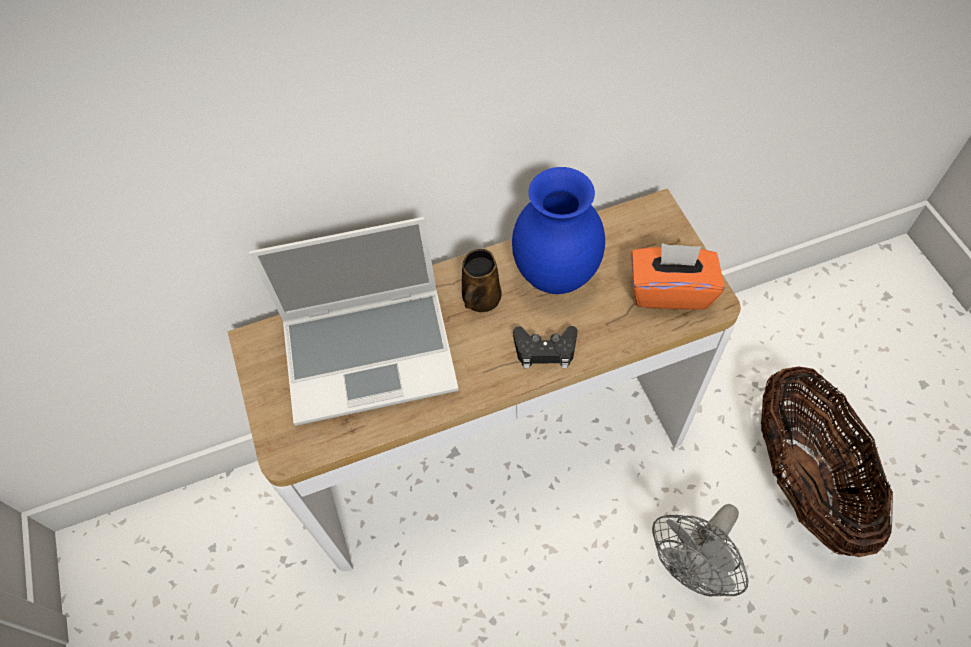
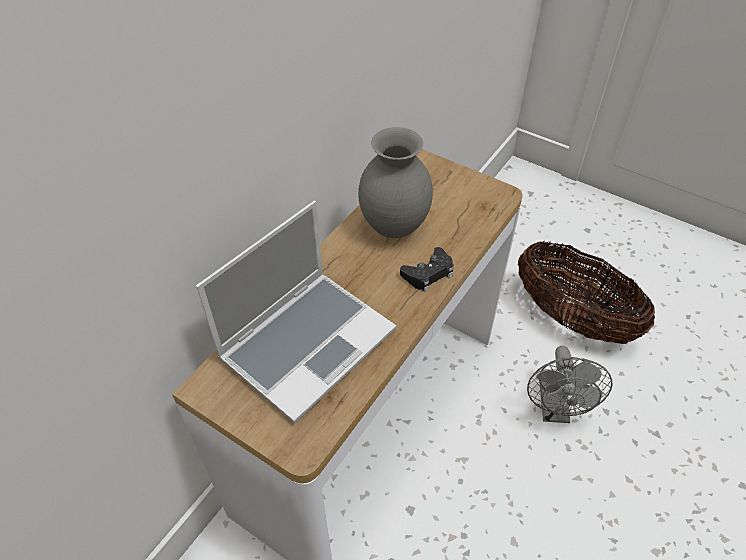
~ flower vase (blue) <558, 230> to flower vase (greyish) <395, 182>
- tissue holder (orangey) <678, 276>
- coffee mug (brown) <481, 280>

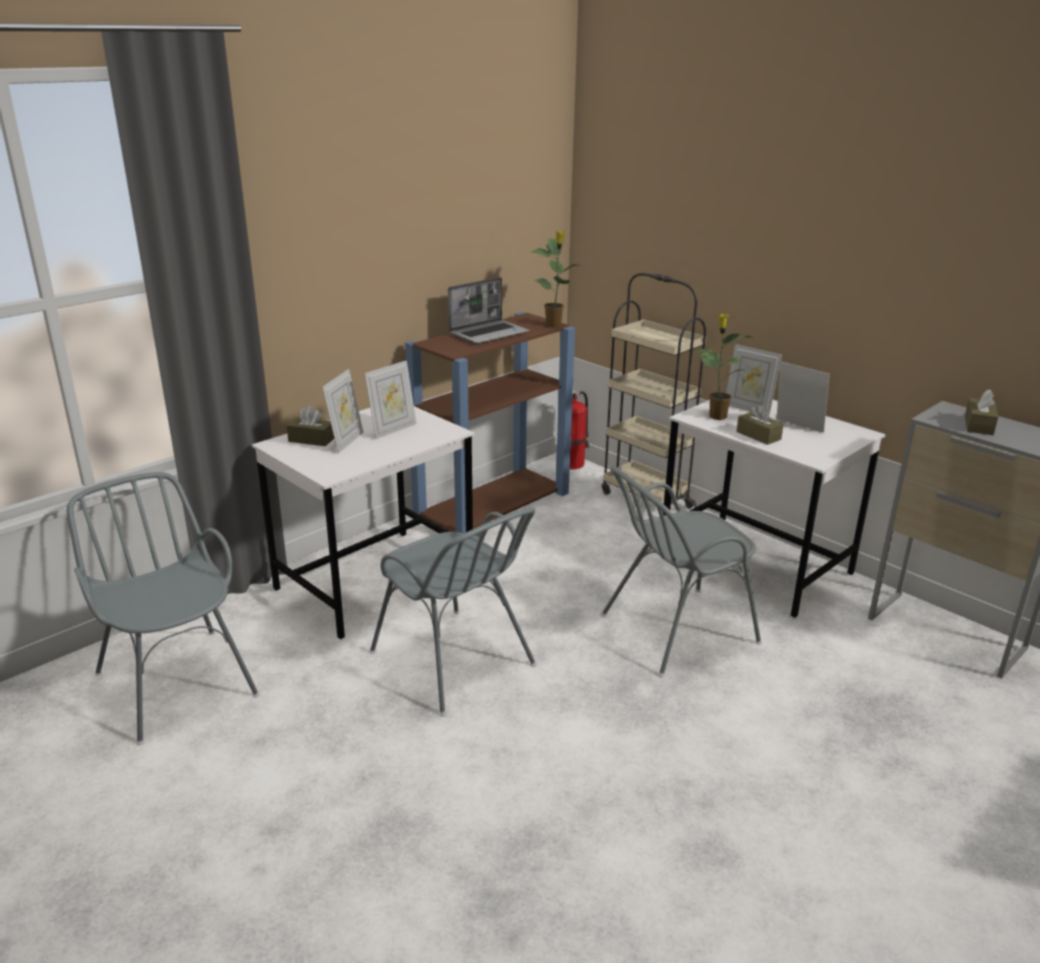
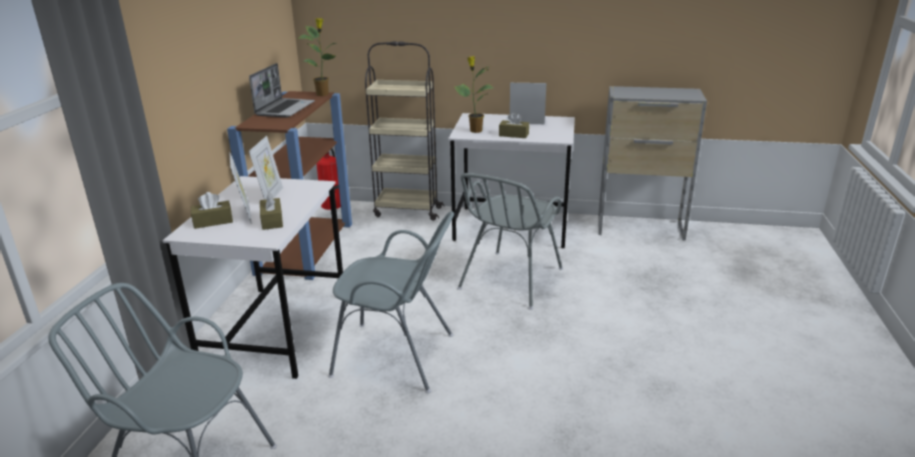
- standing frame <754, 379>
~ tissue holder (brown) <981, 412> to <271, 210>

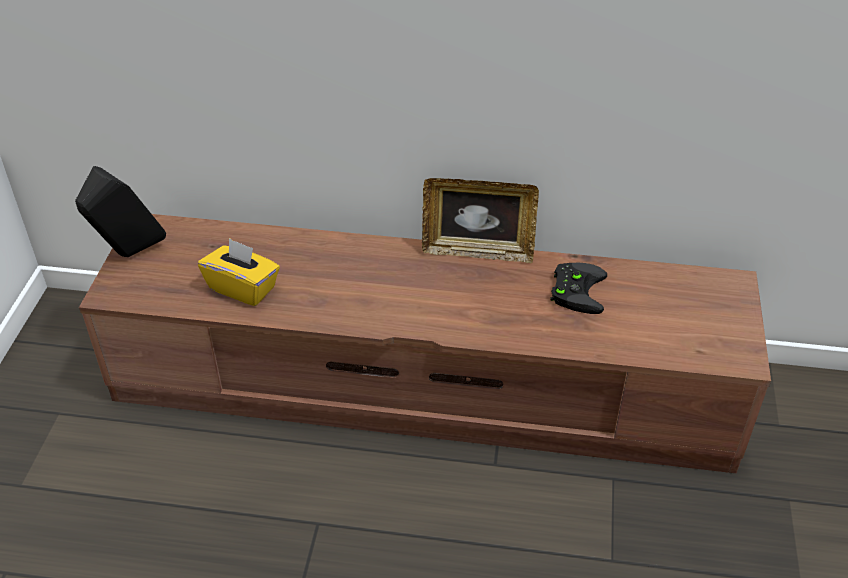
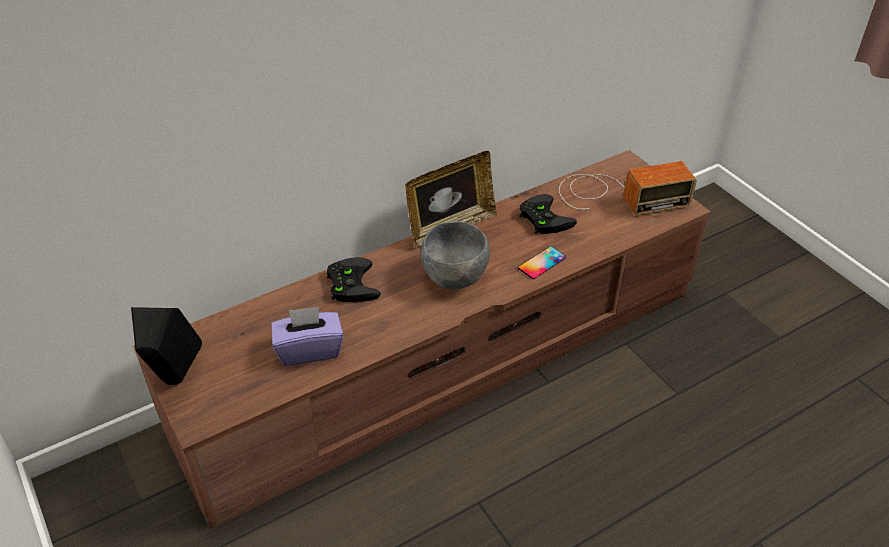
~ tissue holder (yellow-coloured) <239, 272> to tissue holder (purplish) <307, 336>
+ radio <628, 188>
+ serving bowl (greyish) <455, 255>
+ handset <542, 262>
+ gamepad (blackish) <354, 279>

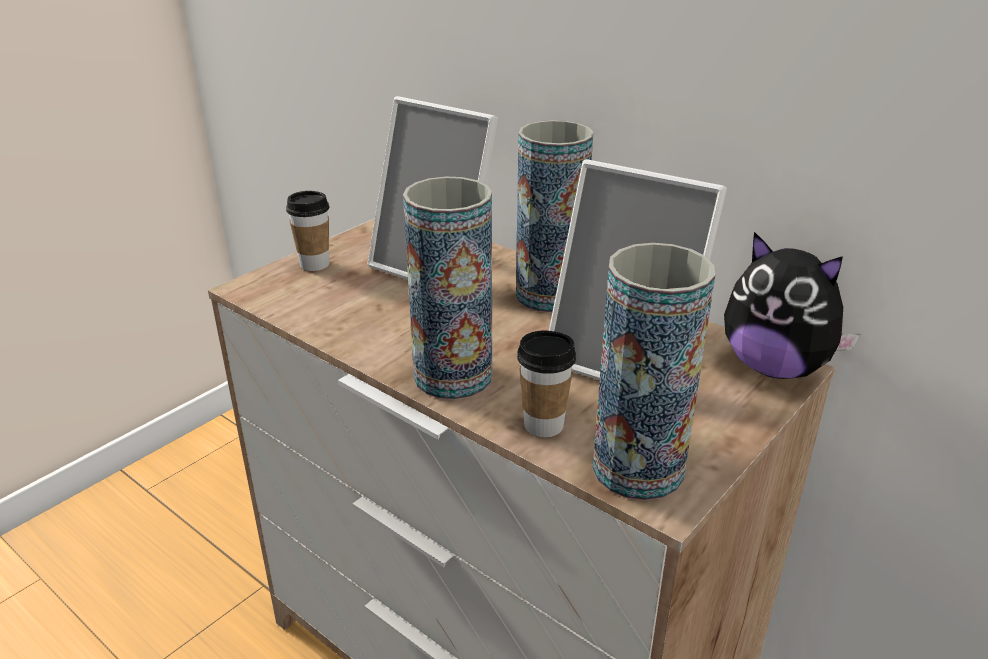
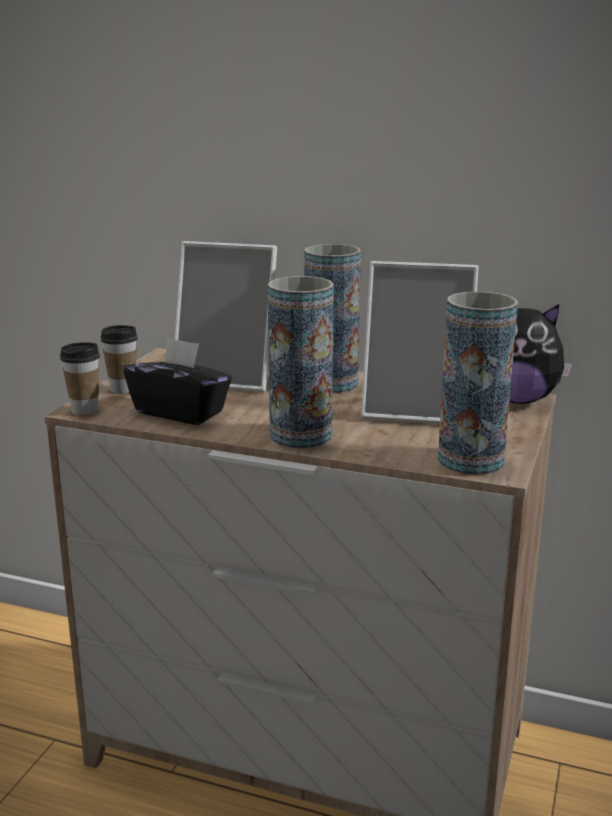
~ small cup <546, 384> to <80, 379>
+ tissue holder (blackish) <177, 381>

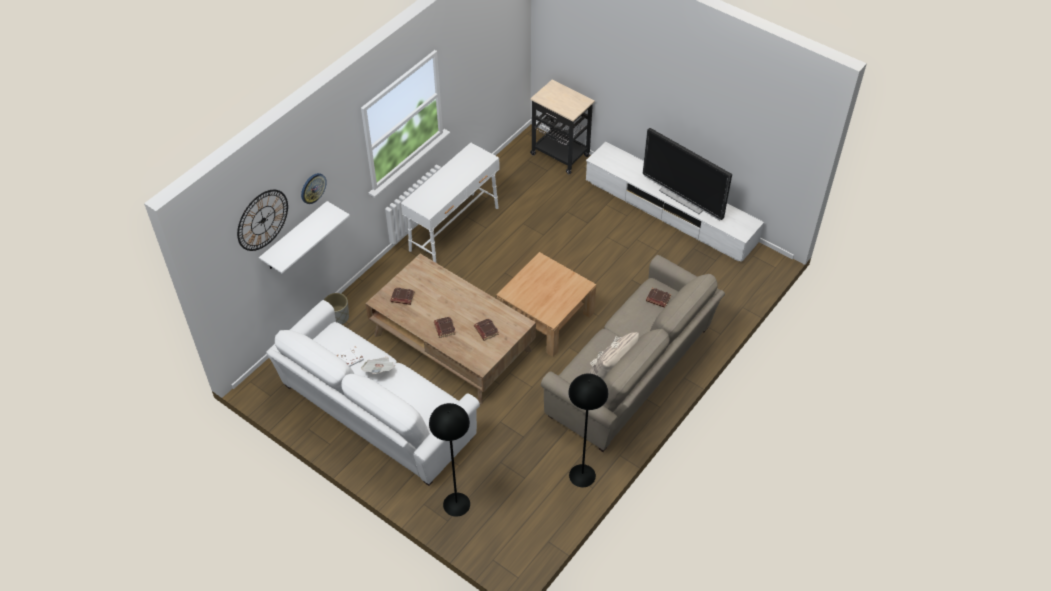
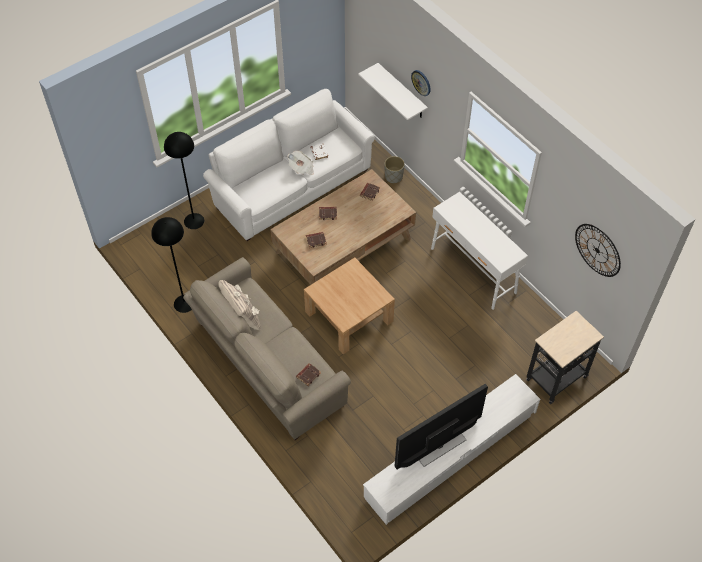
~ wall clock <262, 220> to <598, 250>

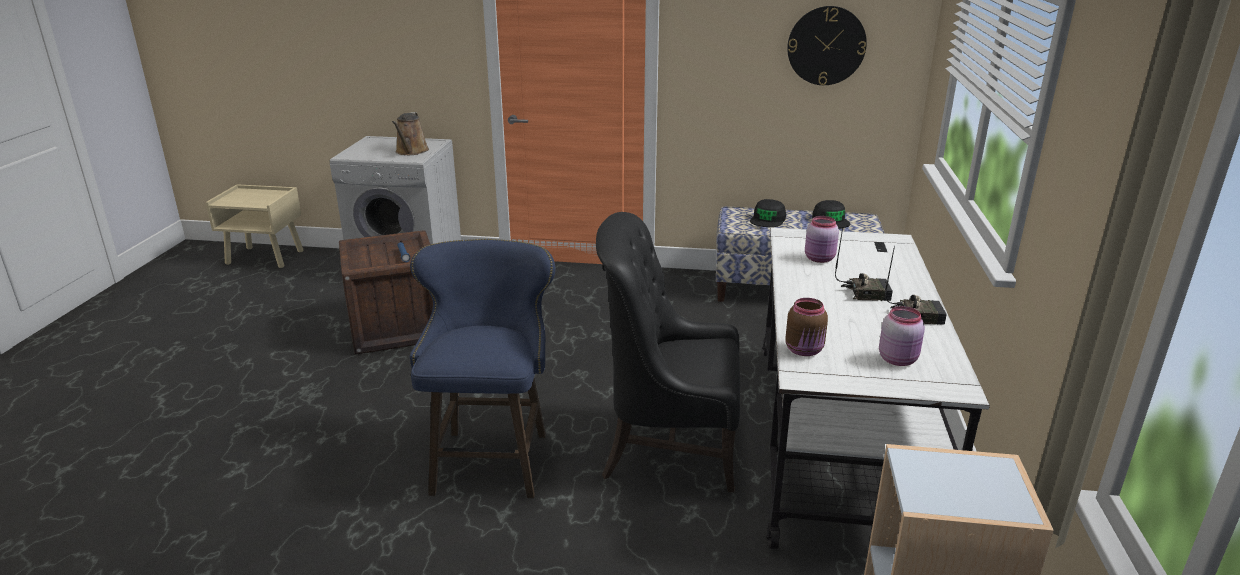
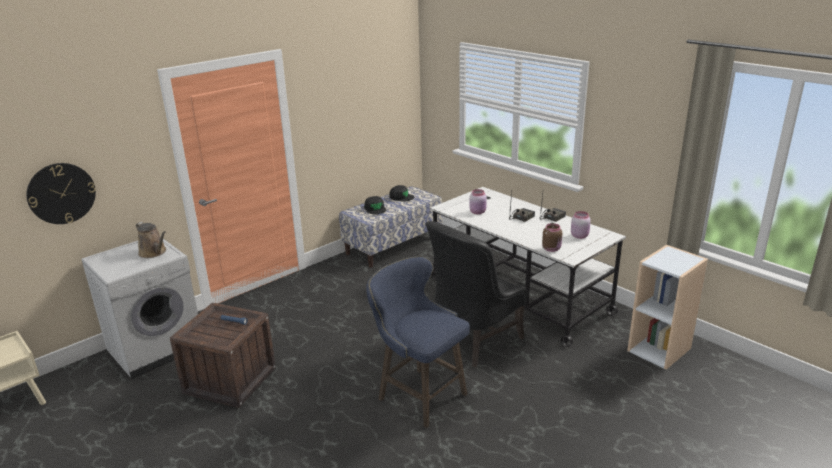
~ wall clock <827, 45> to <61, 193>

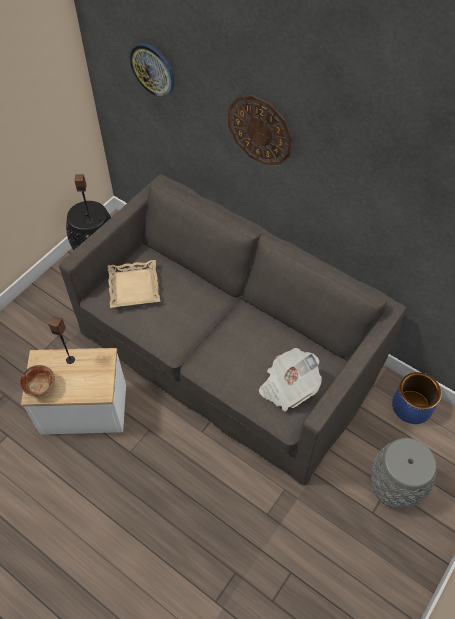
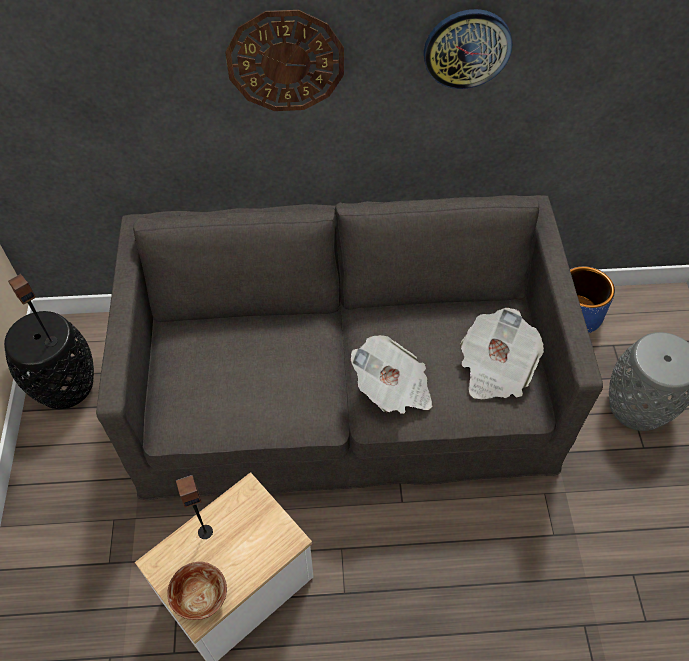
~ wall clock <152, 70> to <468, 49>
- carrying tray (sand-coloured) <134, 284>
+ newspaper <391, 374>

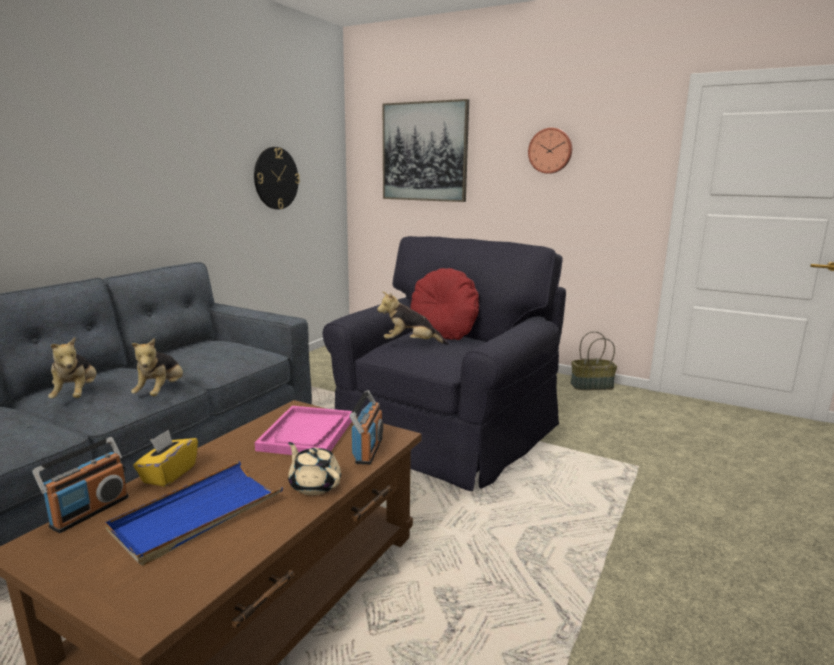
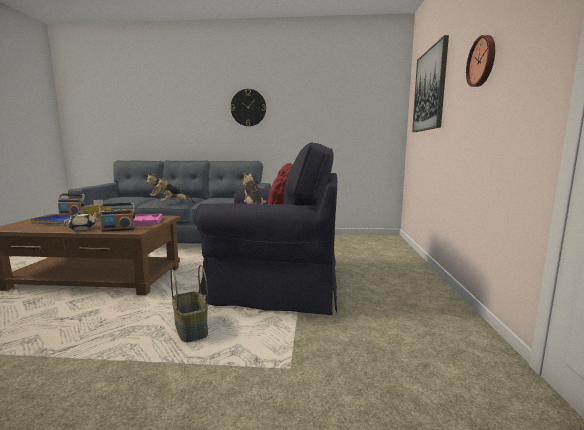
~ wall clock <277, 178> to <248, 107>
~ household basket <593, 360> to <189, 303>

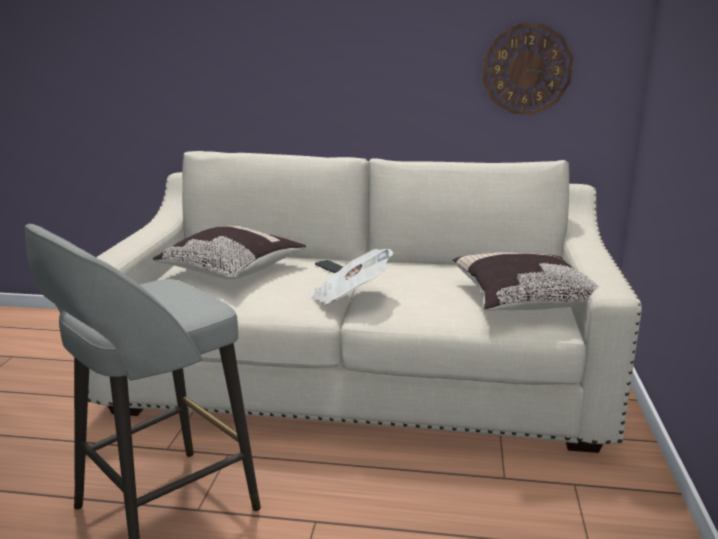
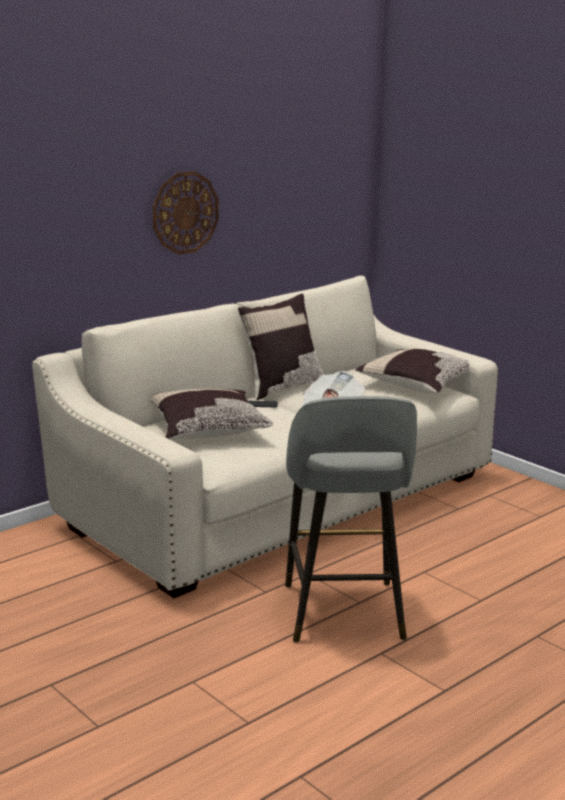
~ wall clock <527, 69> to <185, 213>
+ pillow <281, 347>

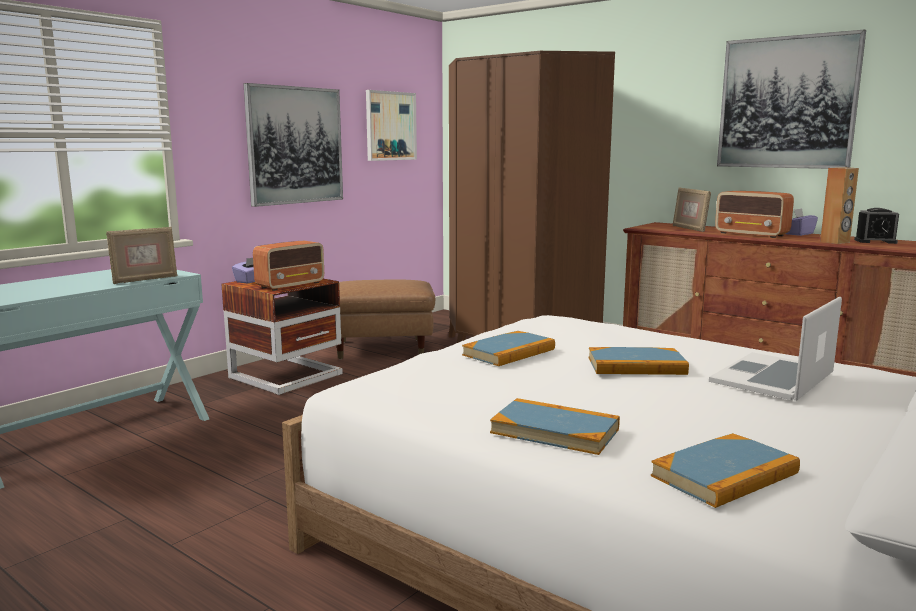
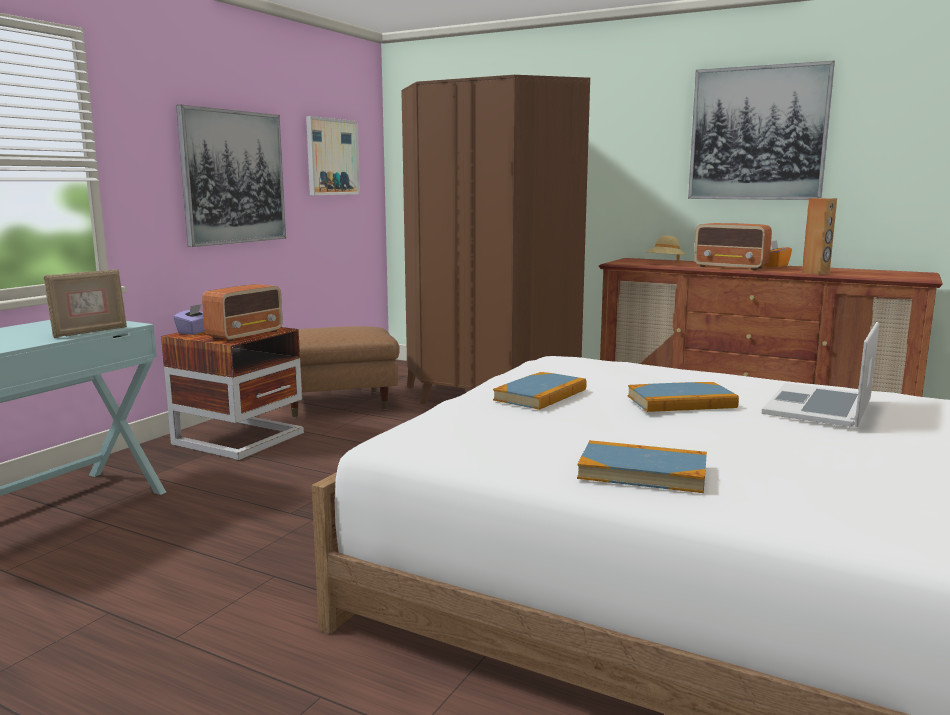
~ standing frame <692, 209> to wearable hat (sand-coloured) <666, 248>
~ tissue holder (purplish) <801, 222> to tissue holder (orangey) <777, 254>
- alarm clock <876, 226>
- volume <725, 470>

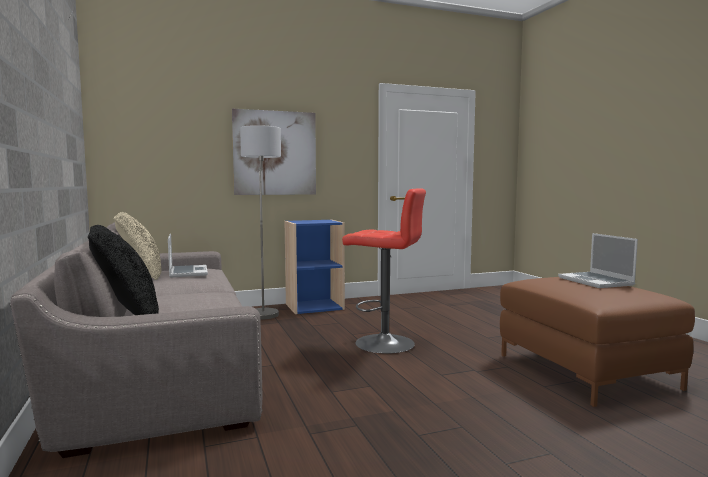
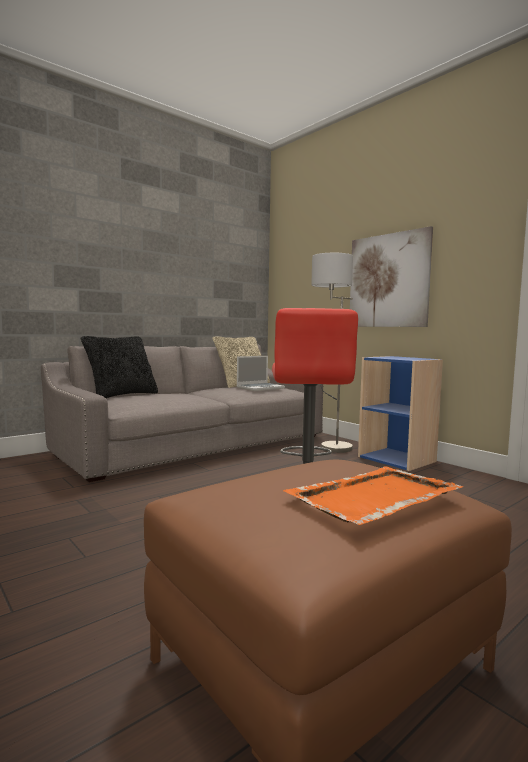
~ portable computer <598, 260> to carrying tray (orangey) <373, 495>

